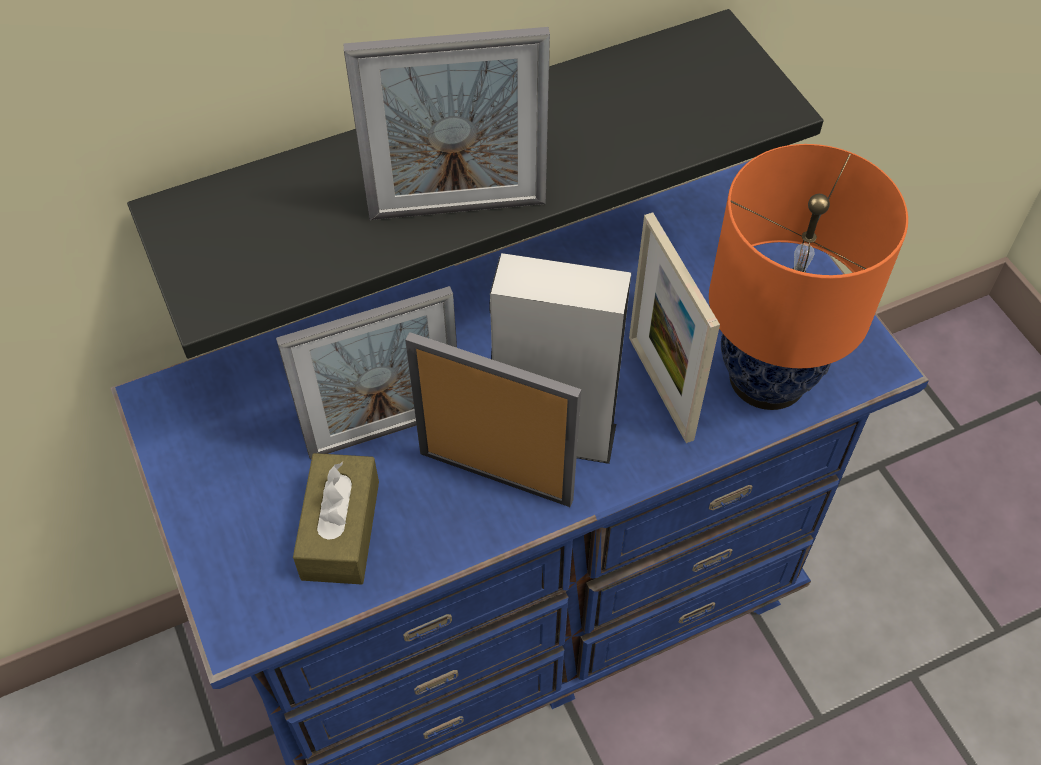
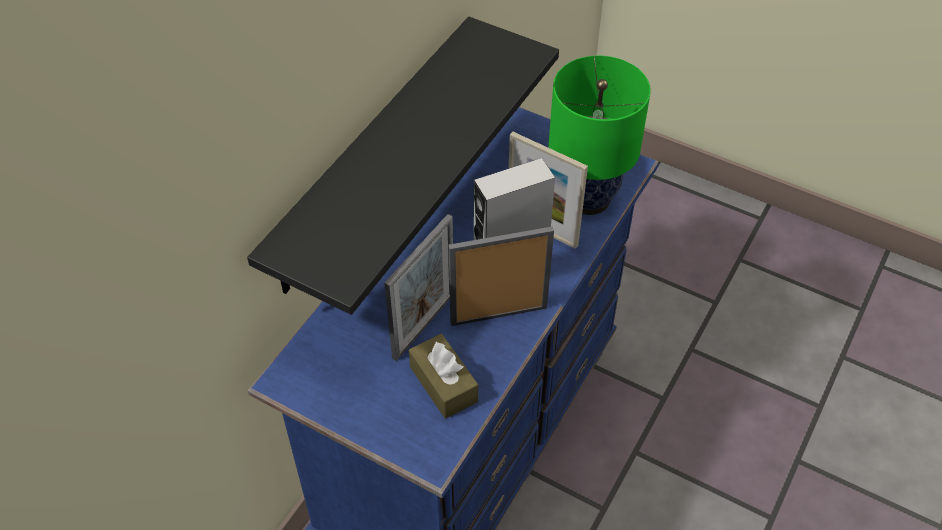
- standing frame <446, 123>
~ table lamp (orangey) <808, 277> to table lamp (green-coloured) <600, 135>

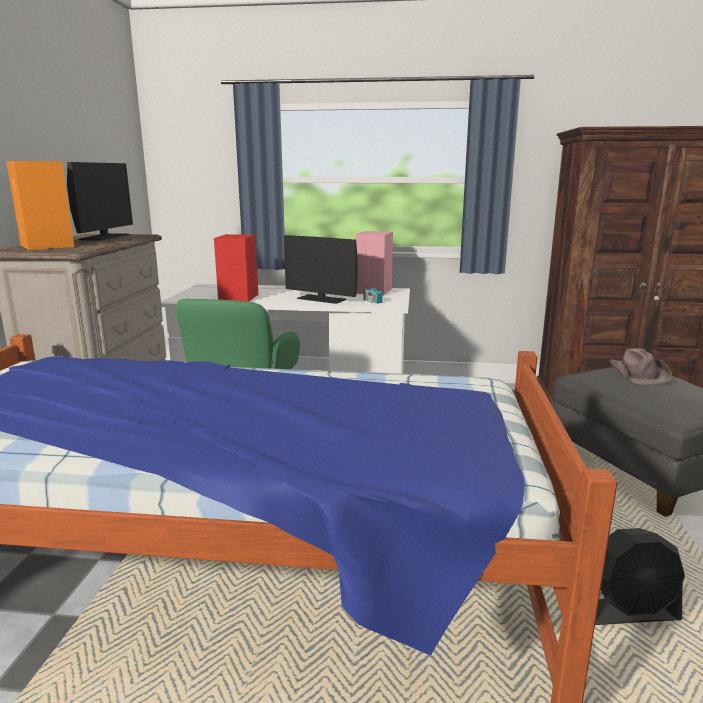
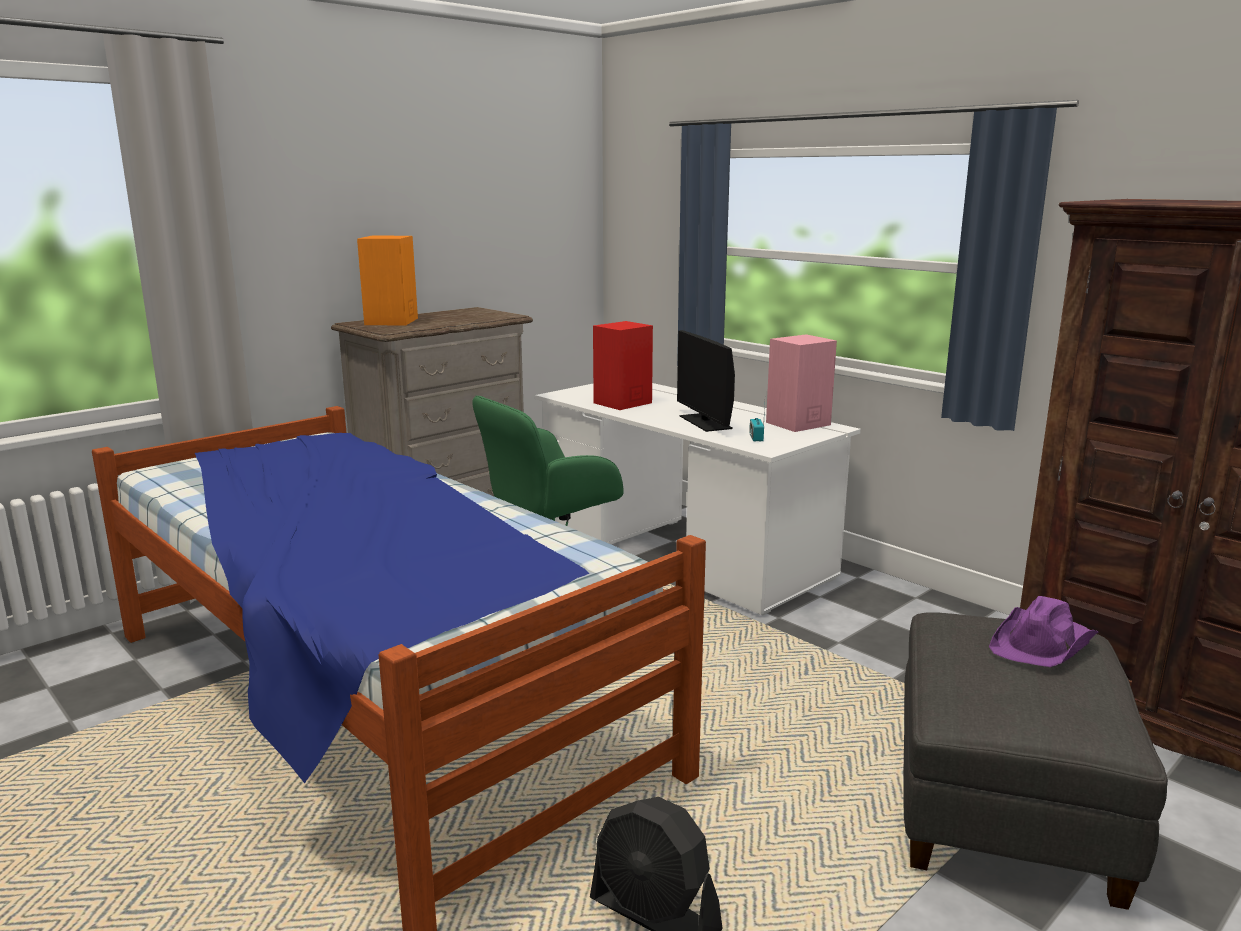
- computer display <100, 201>
~ wearable hat (brown) <641, 366> to wearable hat (purplish) <1043, 631>

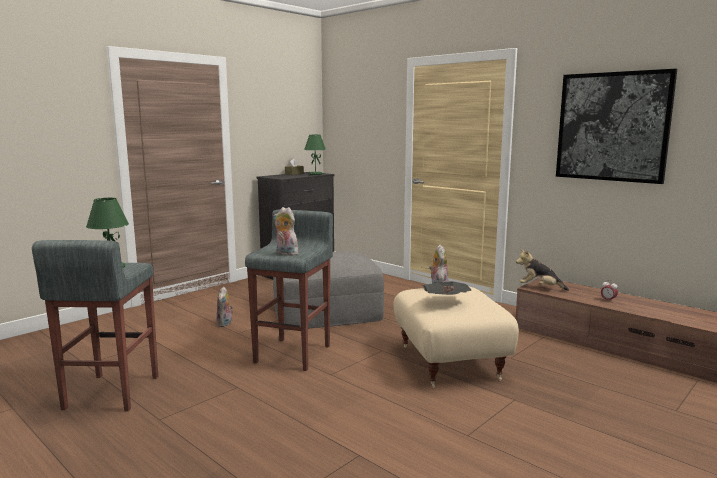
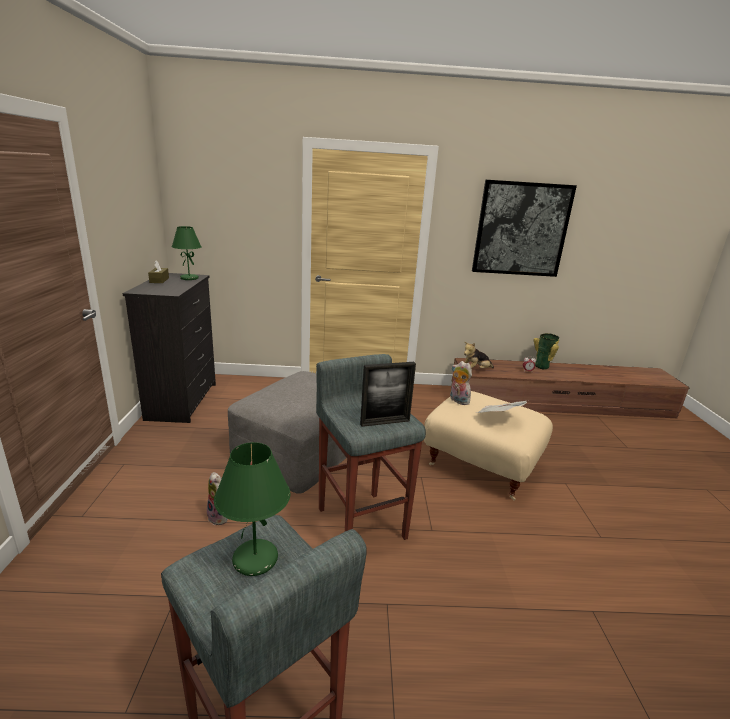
~ soft toy <286, 231> to standing frame <388, 394>
+ flower vase <546, 351>

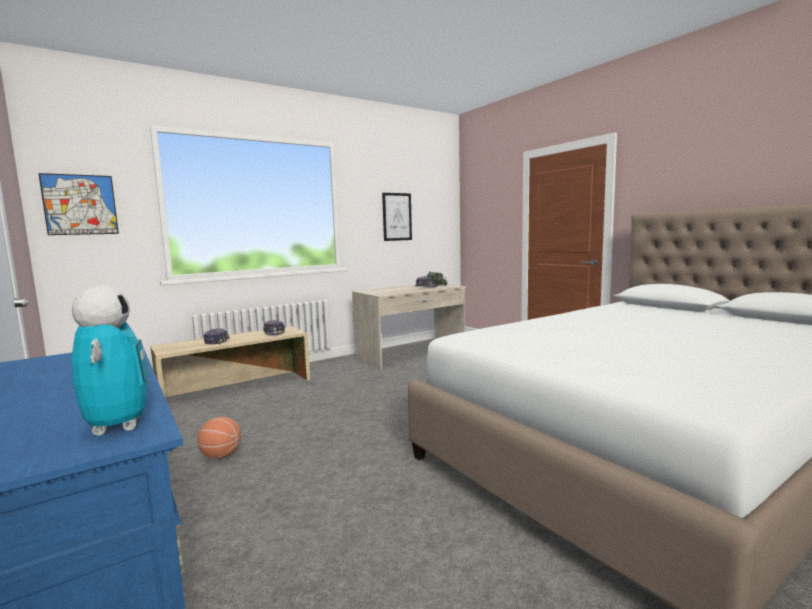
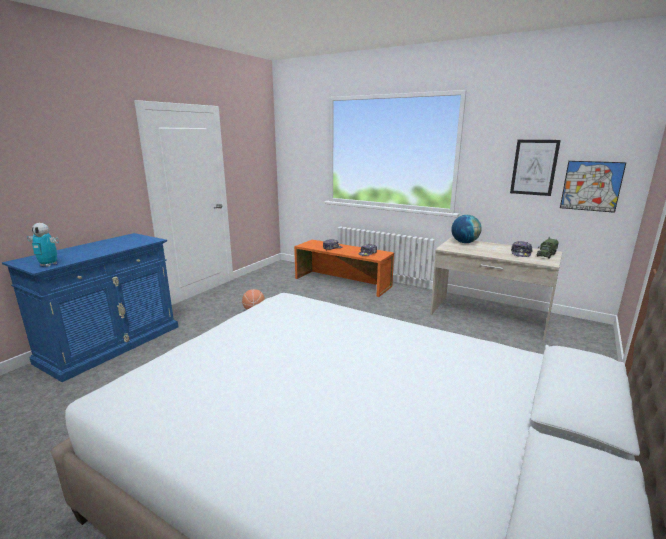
~ wall art <78, 204> to <593, 187>
~ robot figure <109, 360> = <43, 245> 60 degrees clockwise
~ indoor bench (sand-coloured) <230, 361> to indoor bench (orangey) <344, 268>
+ desk globe <466, 229>

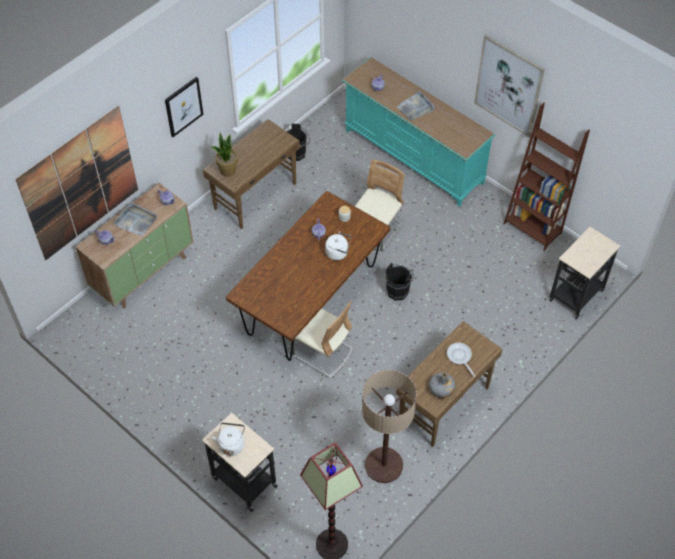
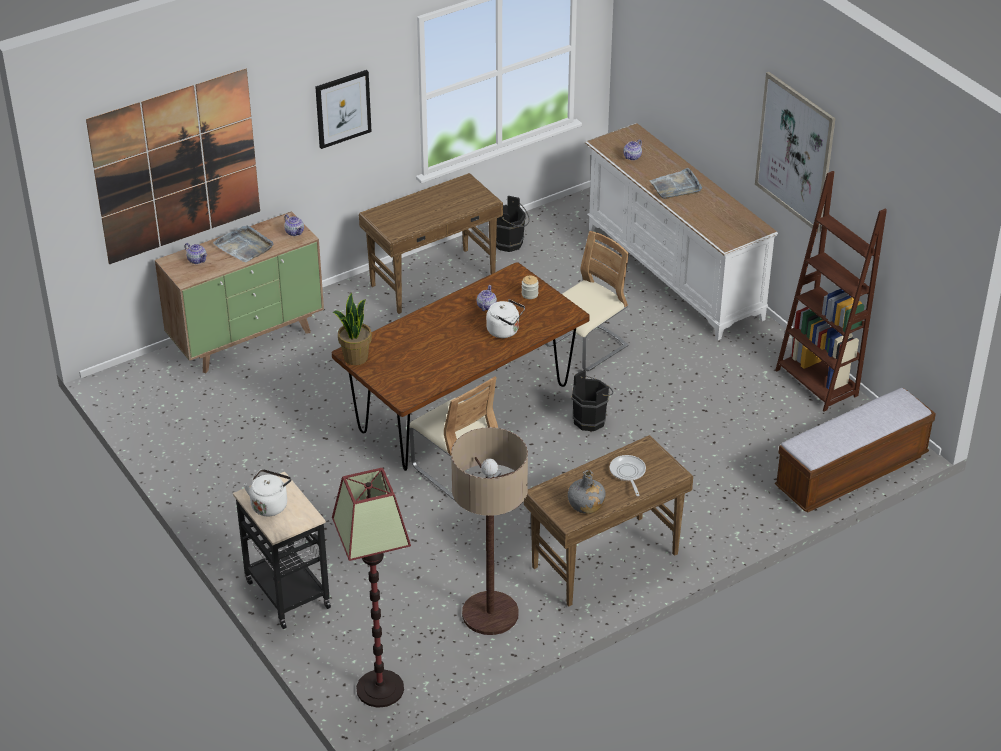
~ cupboard (turquoise-coloured) <418, 132> to cupboard (whitish) <681, 231>
~ potted plant <224, 154> to <352, 329>
~ trolley <585, 273> to indoor bench <855, 450>

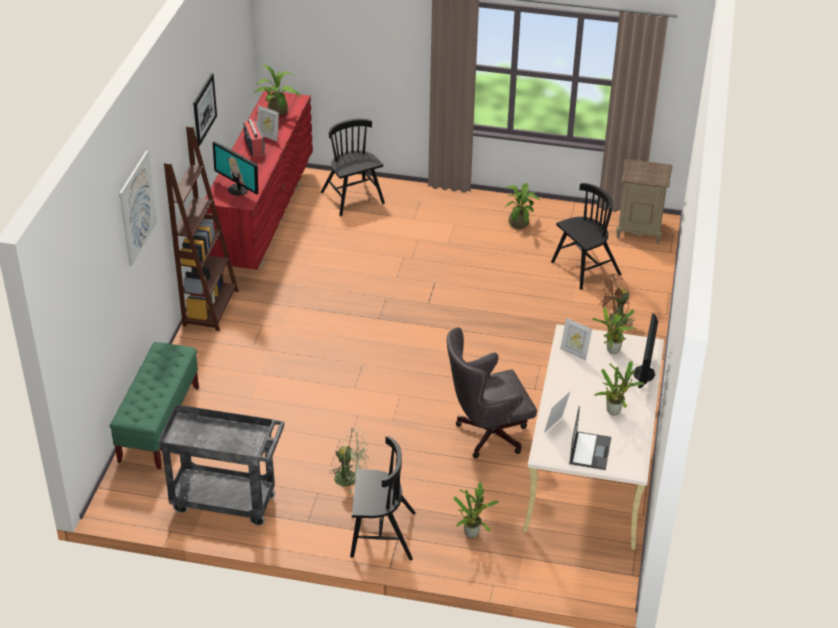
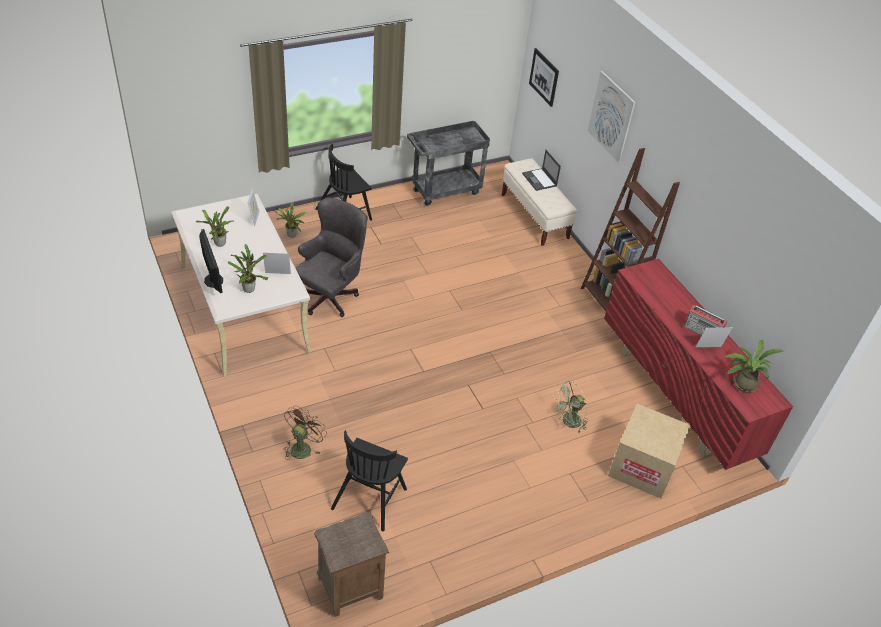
~ wall art <205, 109> to <544, 77>
~ plain chair (blackish) <353, 167> to packing box <649, 451>
- computer display <236, 168>
- potted plant <522, 206>
~ indoor bench (green-coloured) <154, 405> to indoor bench (sand-coloured) <539, 202>
~ portable computer <590, 438> to <541, 170>
~ cooling fan (green-coloured) <348, 461> to <570, 407>

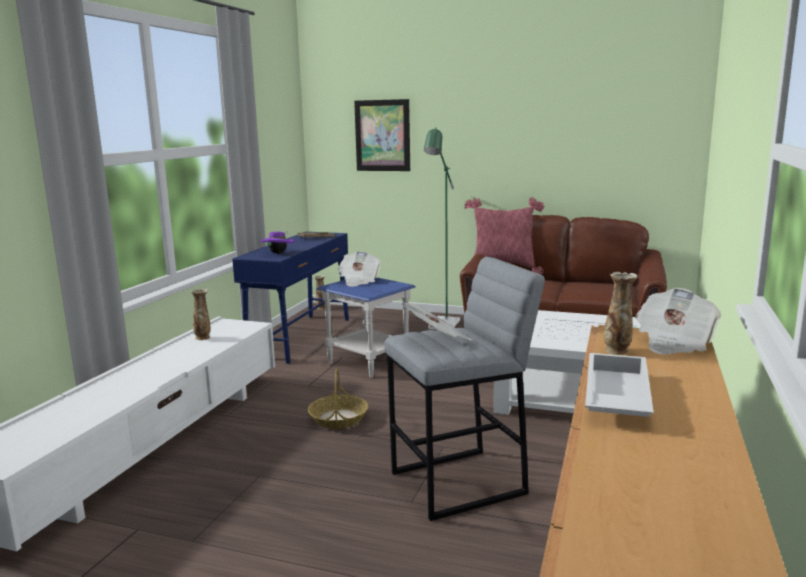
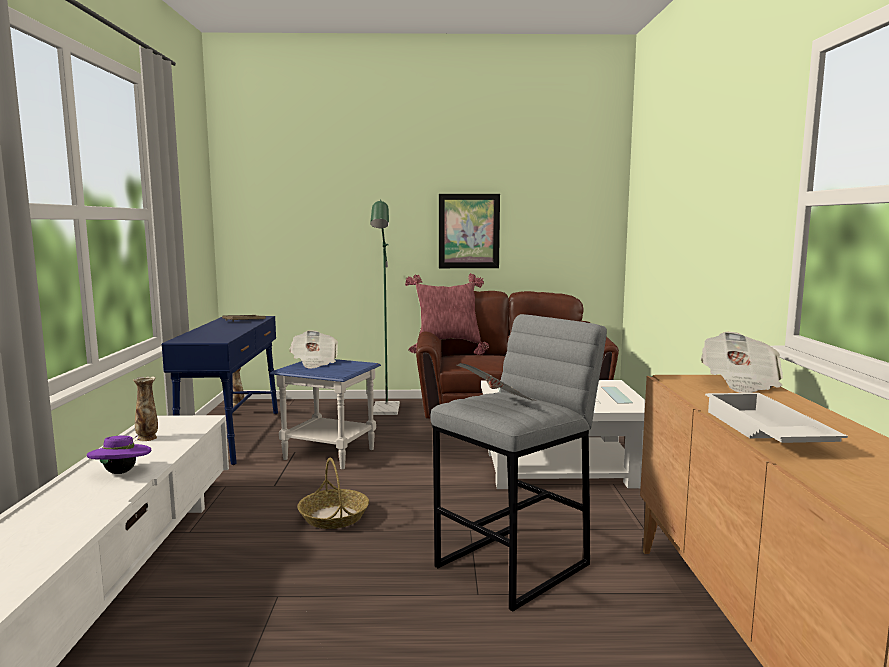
~ wall art <382, 135> to <469, 231>
~ wearable hat (purplish) <277, 243> to <119, 454>
- flower vase <621, 313>

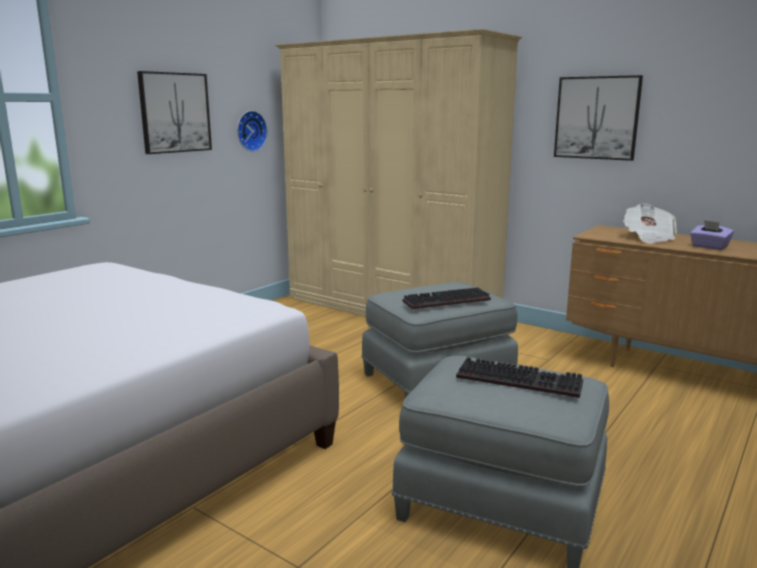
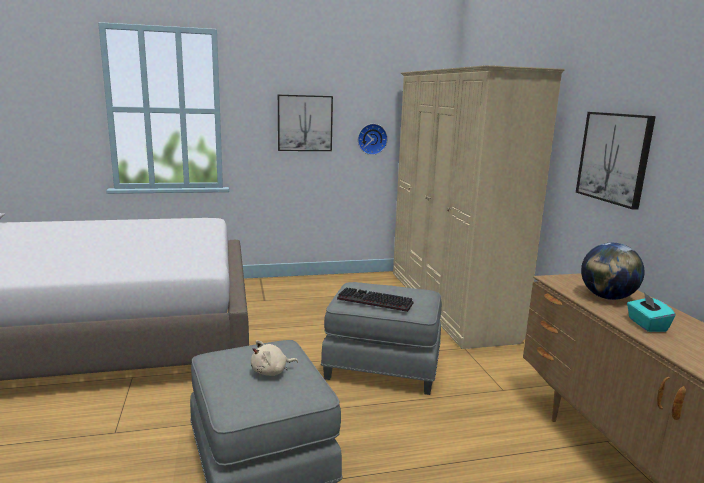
~ newspaper <650, 223> to desk globe <612, 271>
~ tissue holder (purplish) <712, 235> to tissue holder (turquoise-coloured) <651, 312>
~ computer keyboard <519, 377> to soft toy (sand-coloured) <274, 358>

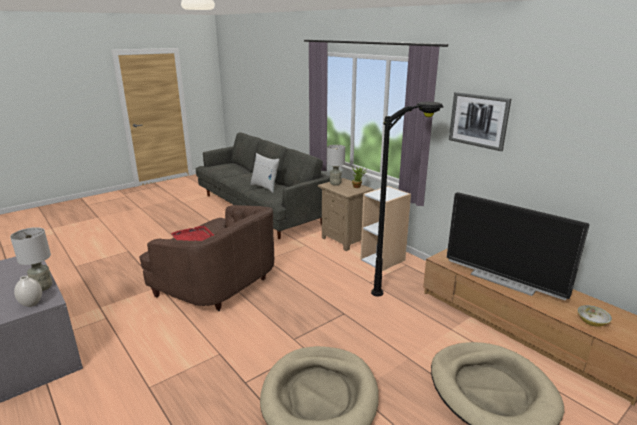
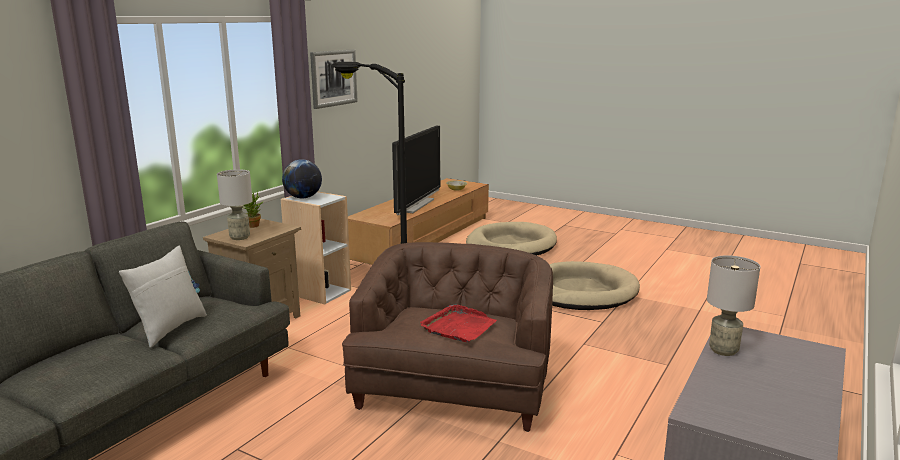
- flower vase (whitish) <28, 291>
+ desk globe <302, 178>

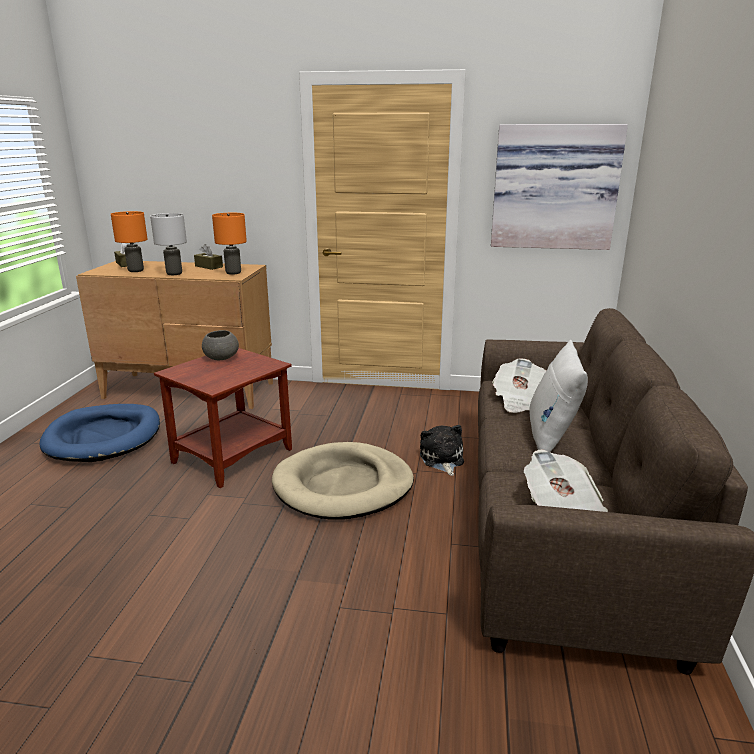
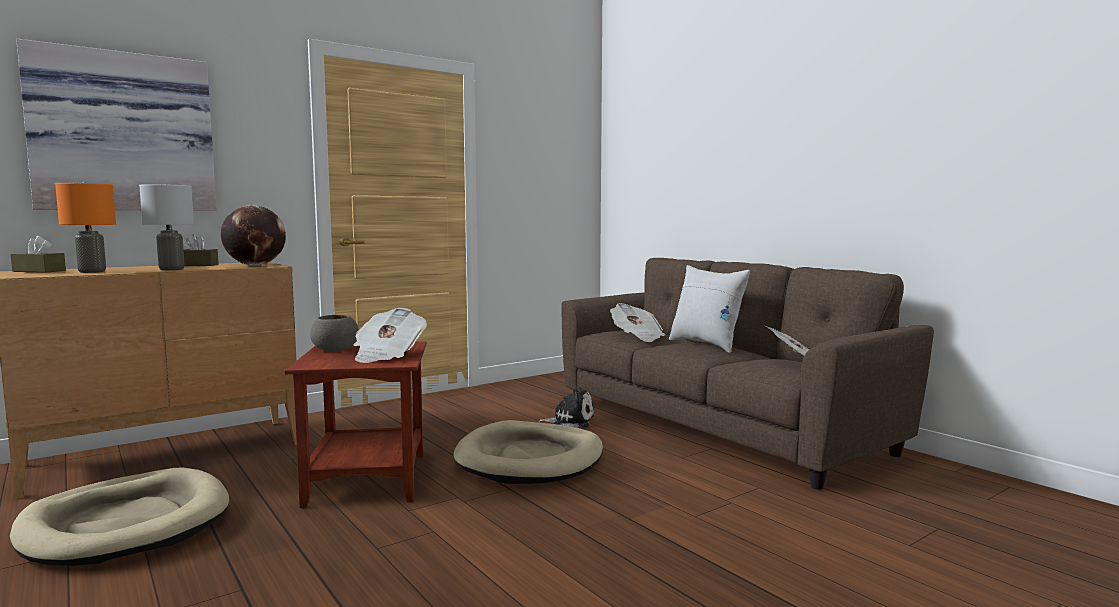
~ wall art <559, 187> to <116, 125>
~ table lamp (orangey) <229, 244> to desk globe <253, 235>
~ pet bed (blue) <99, 433> to pet bed (sand-coloured) <119, 516>
~ soft toy <442, 450> = <566, 407> 150 degrees clockwise
+ newspaper <390, 335>

